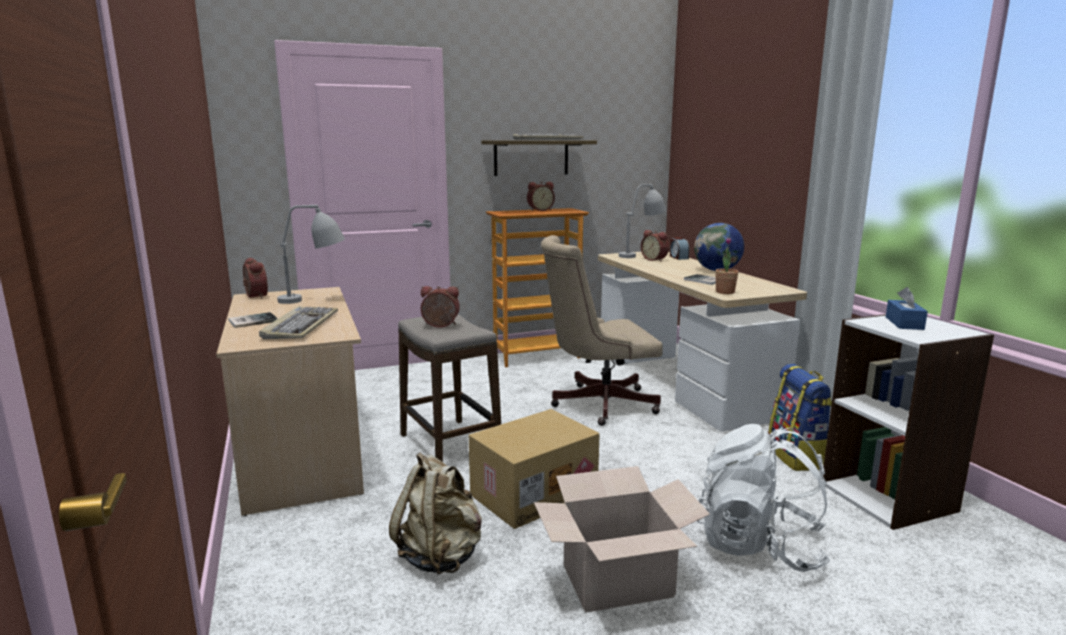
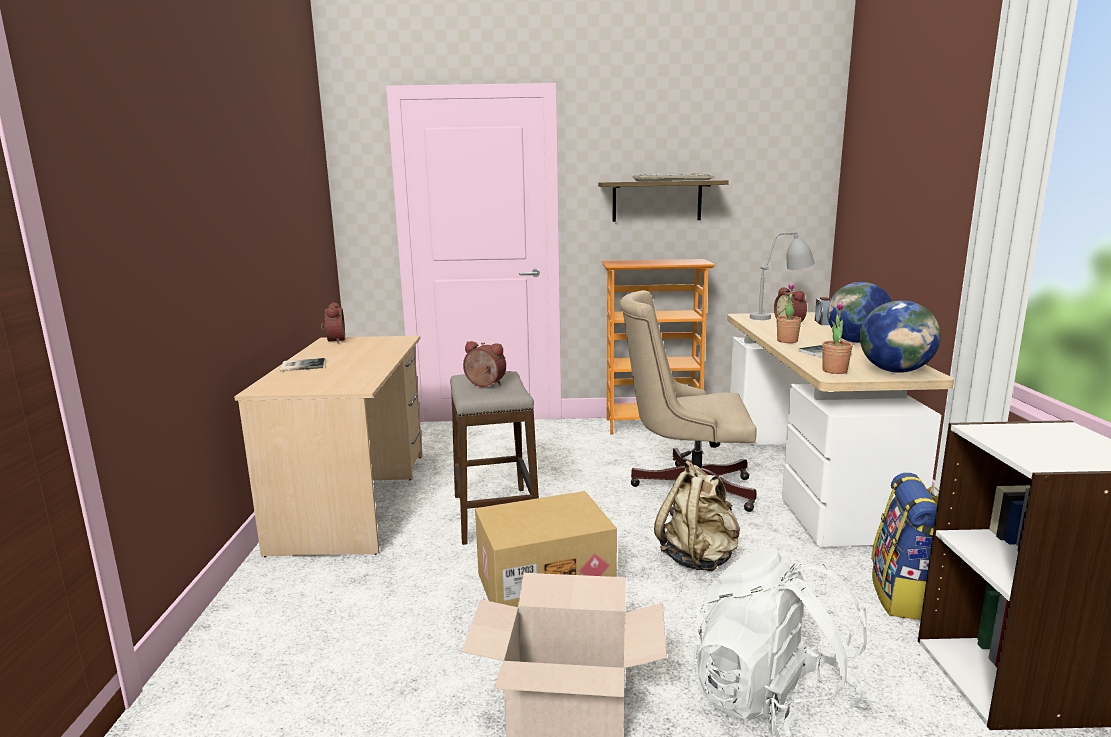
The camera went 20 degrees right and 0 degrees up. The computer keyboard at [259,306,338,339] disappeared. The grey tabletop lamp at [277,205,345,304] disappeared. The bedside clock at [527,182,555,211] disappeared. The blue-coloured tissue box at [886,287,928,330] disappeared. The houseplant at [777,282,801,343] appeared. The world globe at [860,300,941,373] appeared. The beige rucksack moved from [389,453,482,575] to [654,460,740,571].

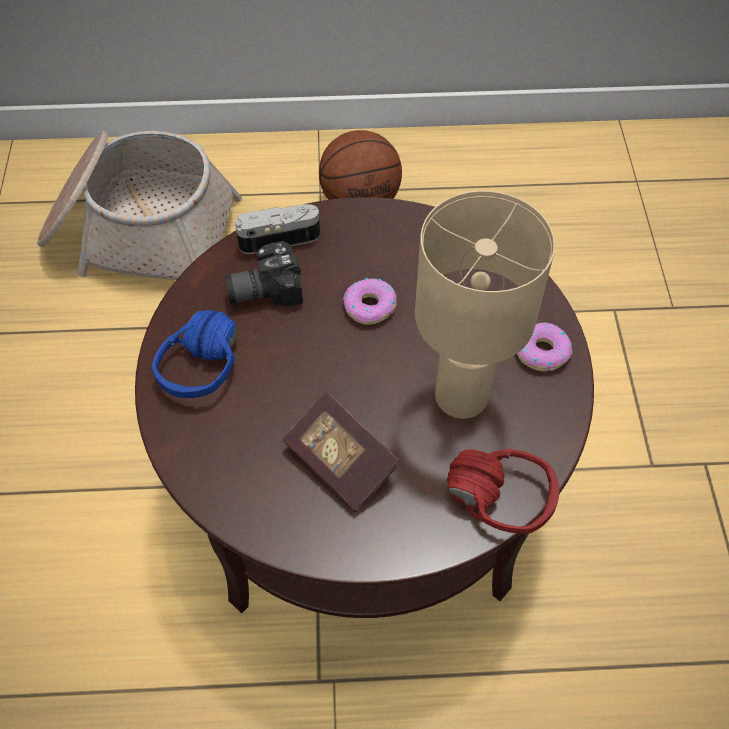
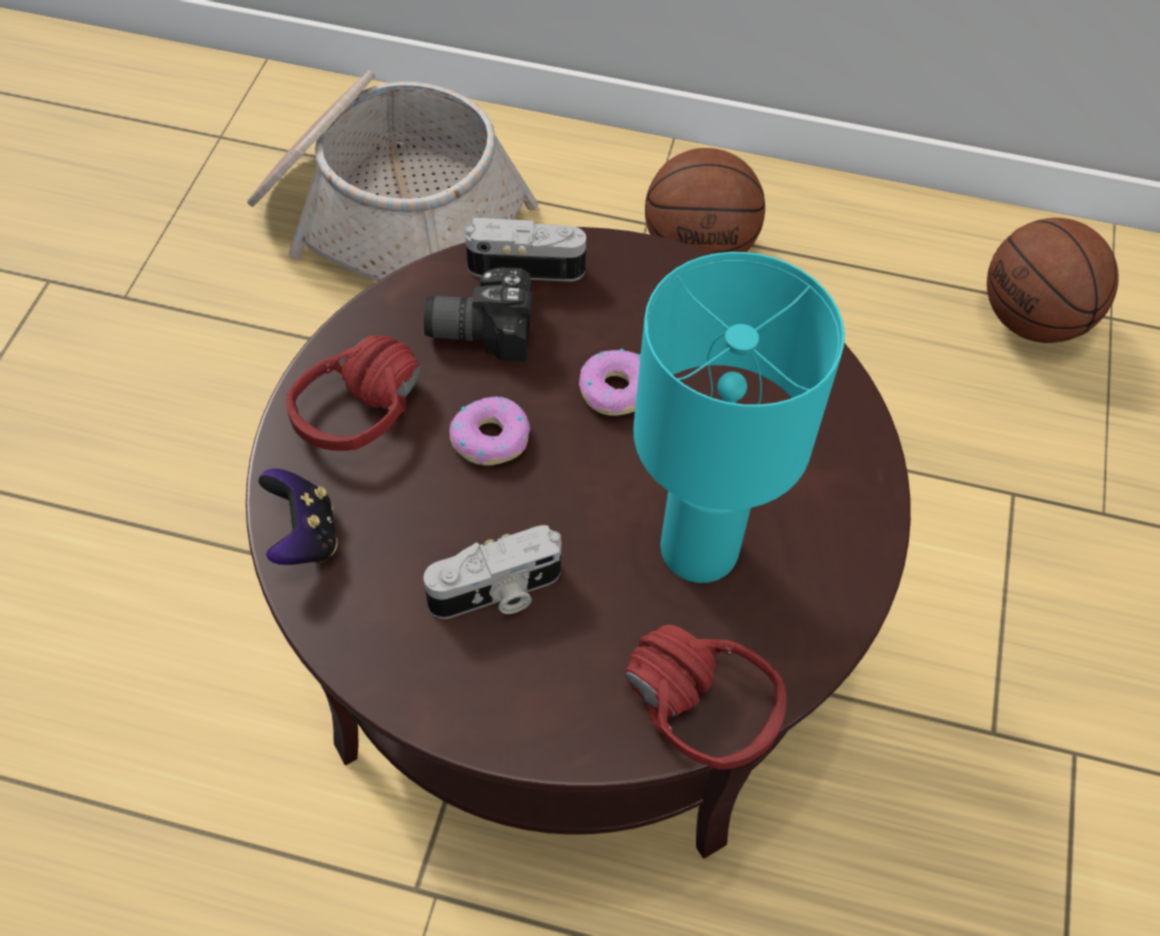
The camera went 15 degrees right and 0 degrees up. The gamepad at [258,469,338,565] appeared. The basketball ball at [987,218,1119,343] appeared. The doughnut moved from [517,322,573,372] to [449,396,530,466]. The volume at [283,392,401,512] was replaced by the photo camera at [424,525,561,619]. The blue-coloured headphones at [152,310,237,398] became the reddish headphones at [286,335,420,451]. The beige tabletop lamp at [415,191,555,419] became the turquoise-coloured tabletop lamp at [633,252,845,583].

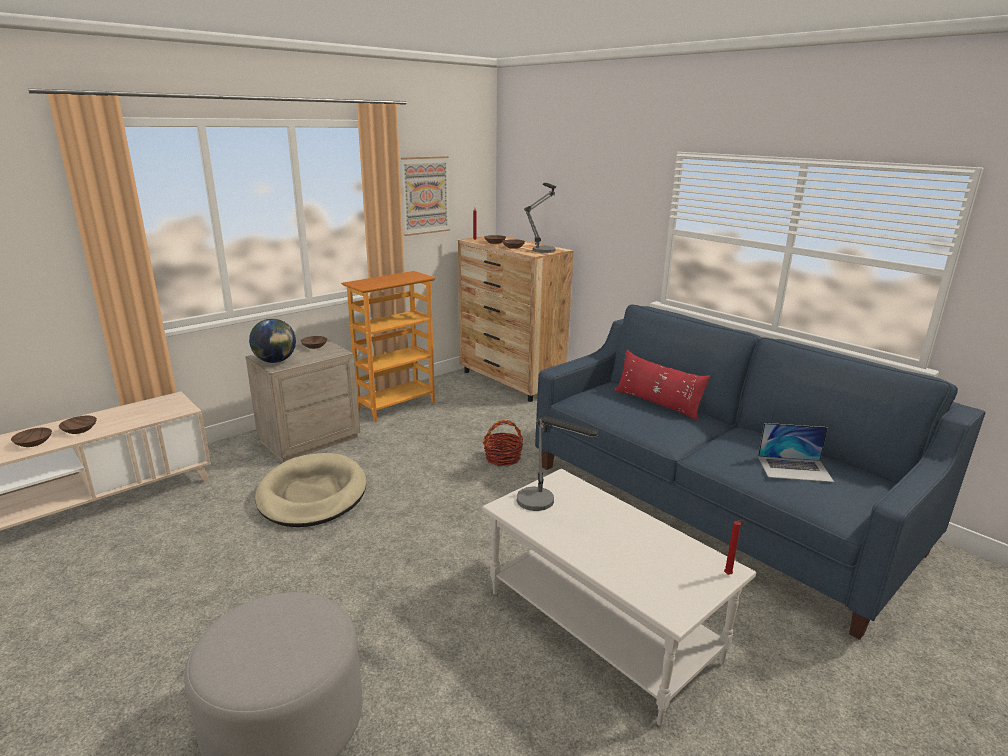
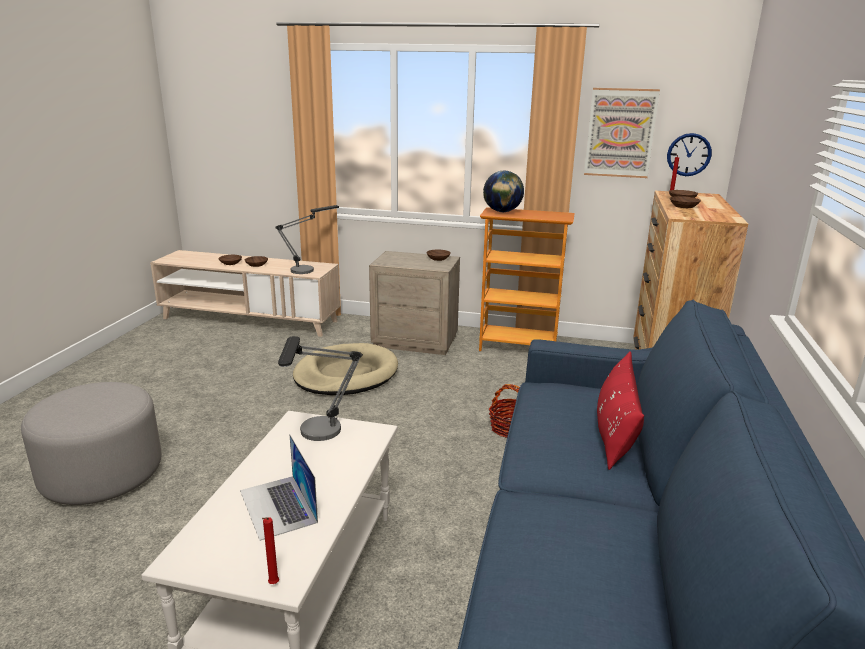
The camera went 55 degrees right and 0 degrees up. The wall clock at [667,133,712,176] appeared. The world globe moved from [249,319,296,363] to [483,171,524,212]. The tabletop lamp moved from [524,183,556,253] to [275,205,339,274]. The notebook computer moved from [758,423,834,482] to [240,434,318,541].

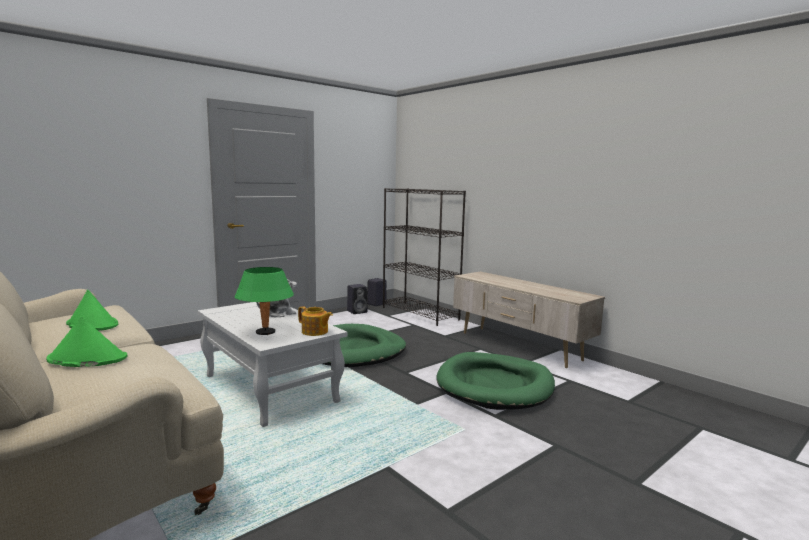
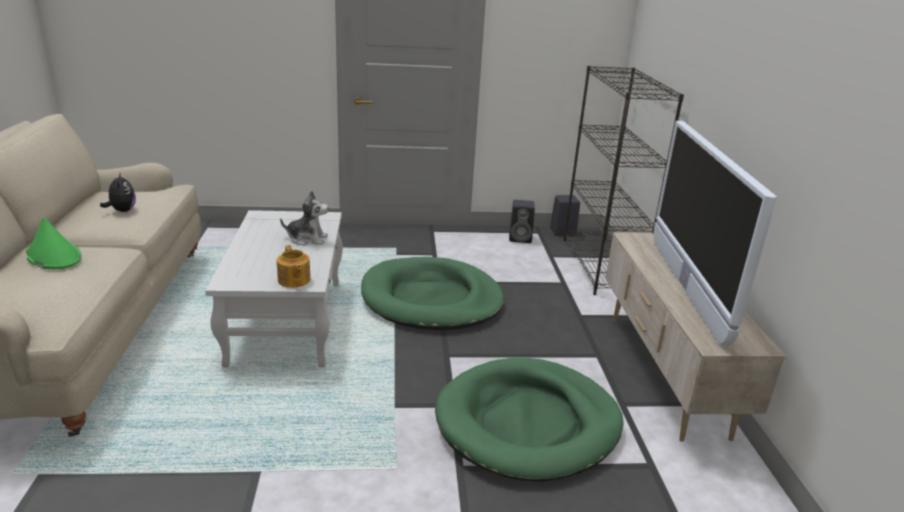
The camera went 35 degrees right and 15 degrees up. The greenish tabletop lamp at [235,267,294,335] disappeared. The TV set at [654,121,777,346] appeared. The greenish clothing hat at [66,290,119,331] was replaced by the plush toy at [100,172,136,212].

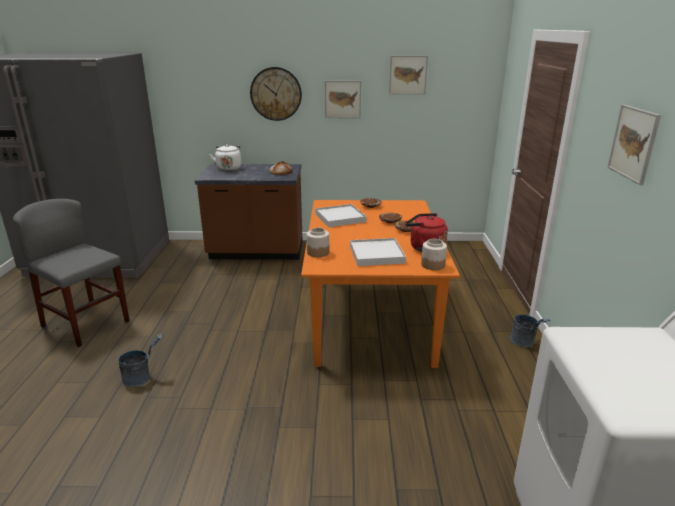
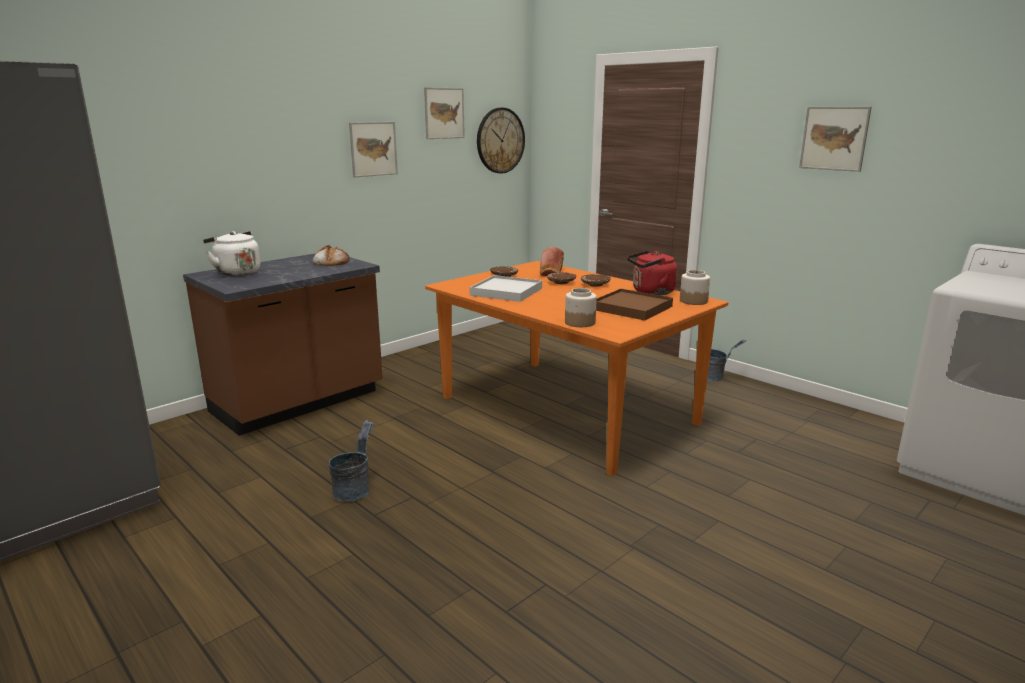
The camera went 45 degrees left and 5 degrees down. The grey plain chair at [13,199,130,347] disappeared. The bread at [540,247,564,276] appeared. The grey pail moved from [118,334,162,387] to [329,420,374,502]. The wall clock moved from [250,67,302,121] to [477,108,525,173]. The white-coloured tray at [350,238,406,266] became the brown tray at [596,289,673,320].

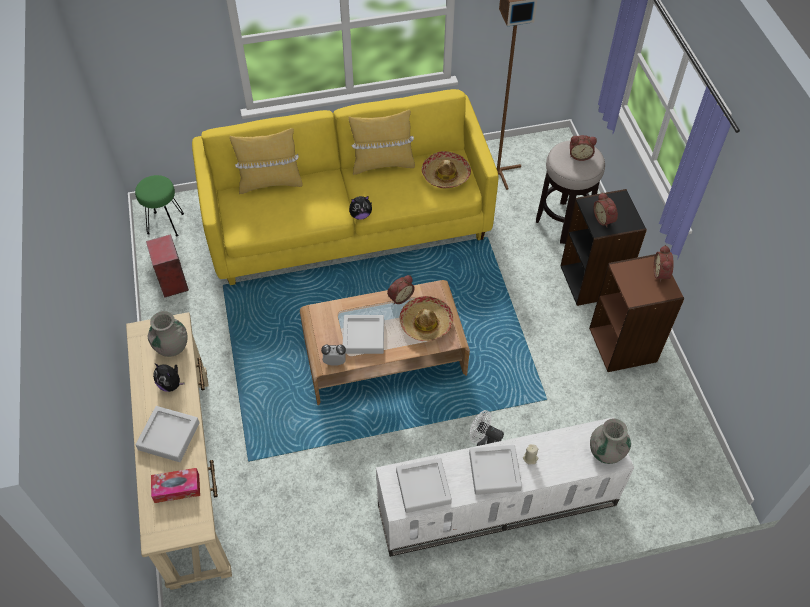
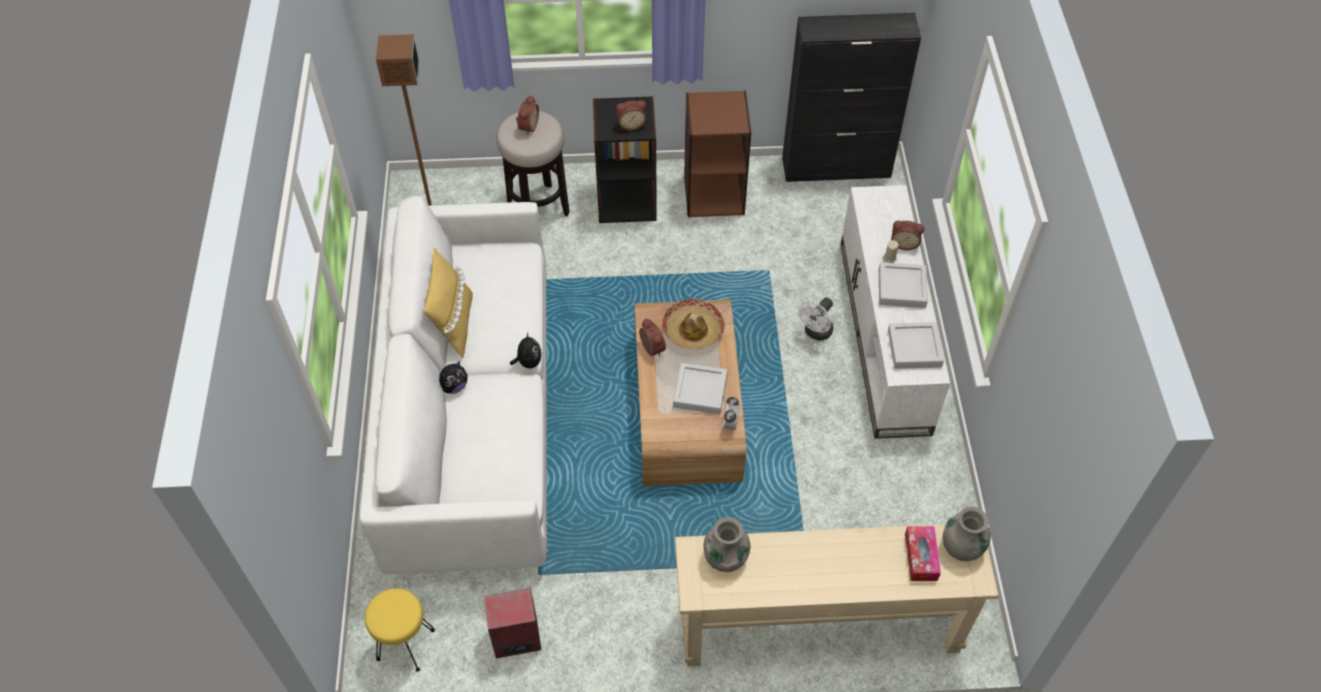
The camera went 80 degrees left and 0 degrees up. The grey tray at [135,406,200,462] disappeared. The yellow throw pillow at [230,128,303,194] disappeared. The clothing hat at [422,151,471,188] disappeared. The black cabinet at [782,13,921,182] appeared. The plush toy moved from [153,363,185,392] to [439,361,468,394]. The grey decorative vase moved from [590,419,631,464] to [943,506,991,561]. The bedside clock moved from [654,245,674,282] to [891,221,924,250]. The greenish sitting stool at [135,175,184,236] became the yellow sitting stool at [365,588,435,672]. The yellow settee at [192,89,499,285] became the white-coloured settee at [360,196,547,574].

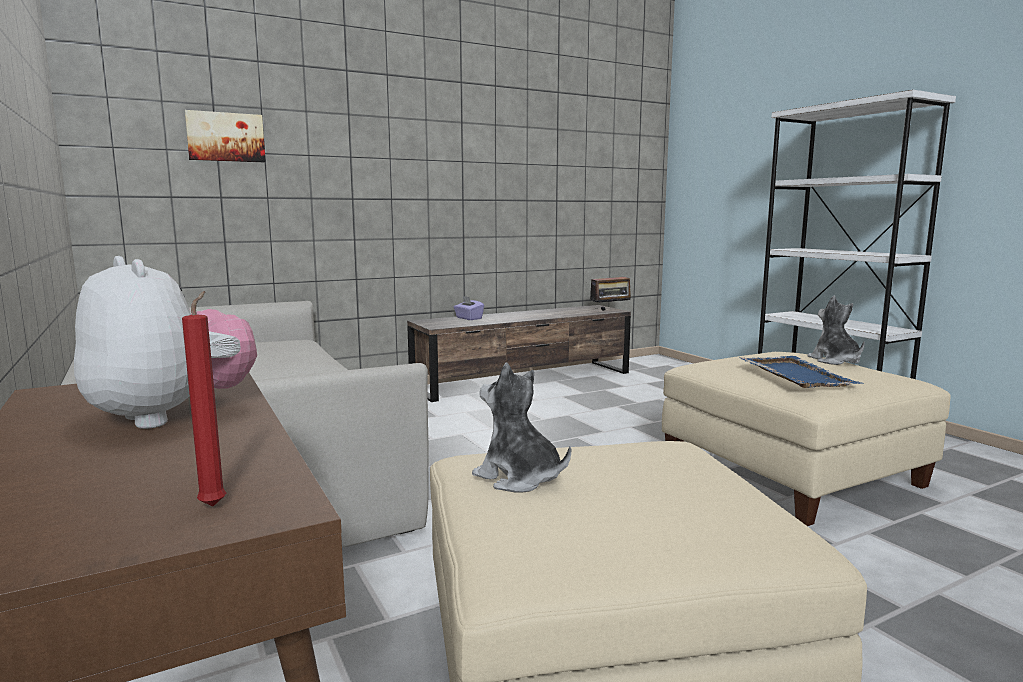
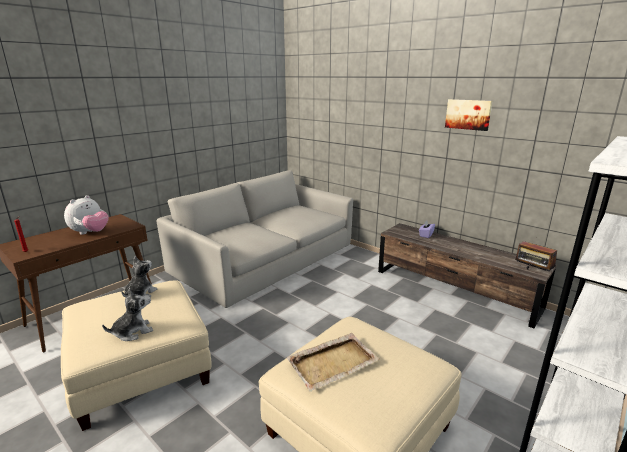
The camera went 70 degrees right and 10 degrees up. The picture moved from [185,110,266,162] to [445,99,493,131]. The plush toy moved from [807,295,865,365] to [102,288,153,341]. The blue-coloured tray at [739,356,864,388] became the beige tray at [286,333,380,392].

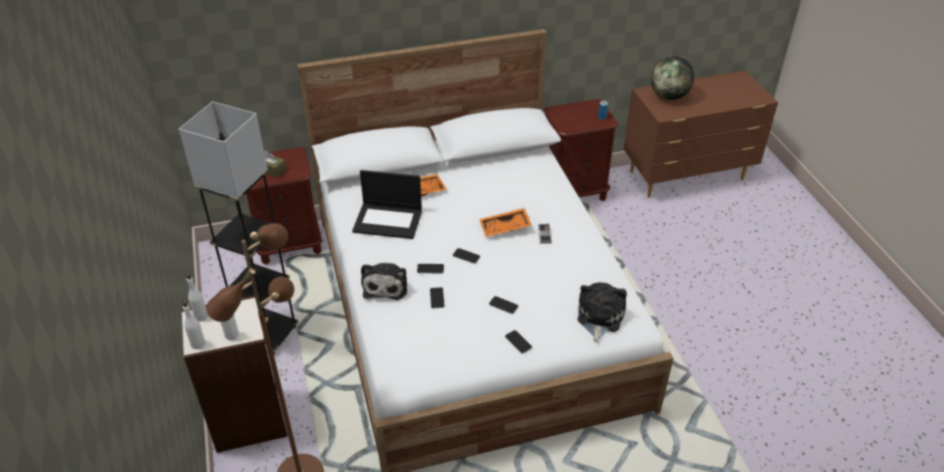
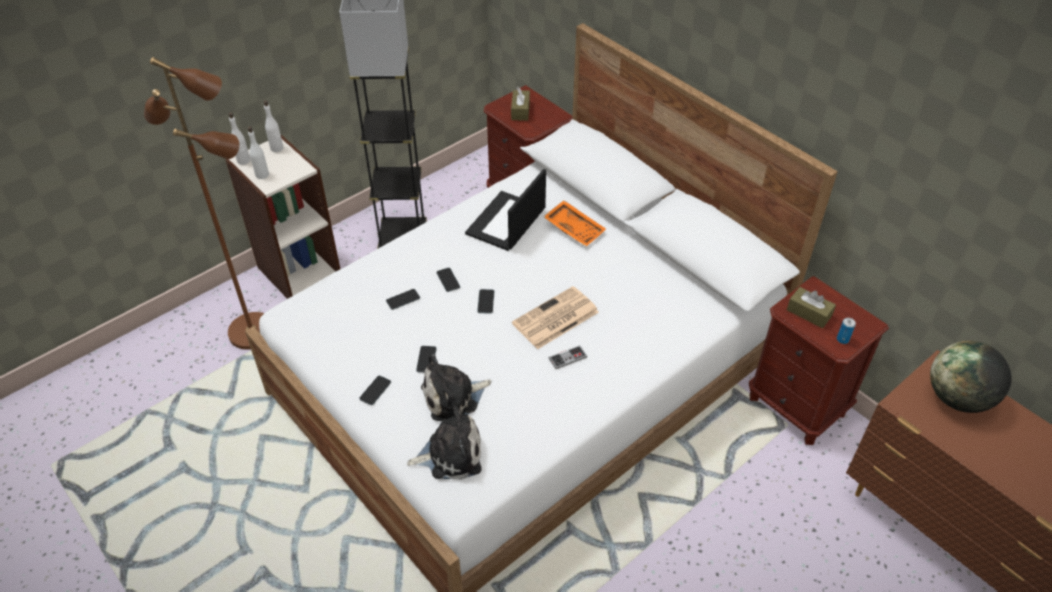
The camera went 65 degrees right and 5 degrees up. The brown tissue box at [787,287,836,328] appeared. The plush toy moved from [361,262,407,300] to [421,354,491,422]. The orangey tray at [479,208,532,237] was replaced by the daily paper at [512,286,599,349]. The notebook computer at [352,170,422,239] turned 45 degrees clockwise.

